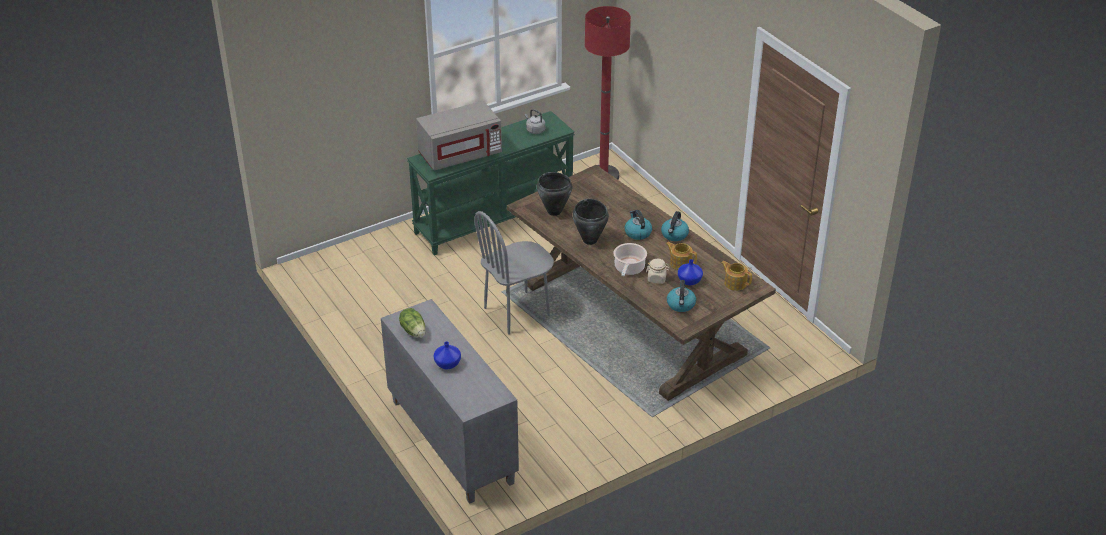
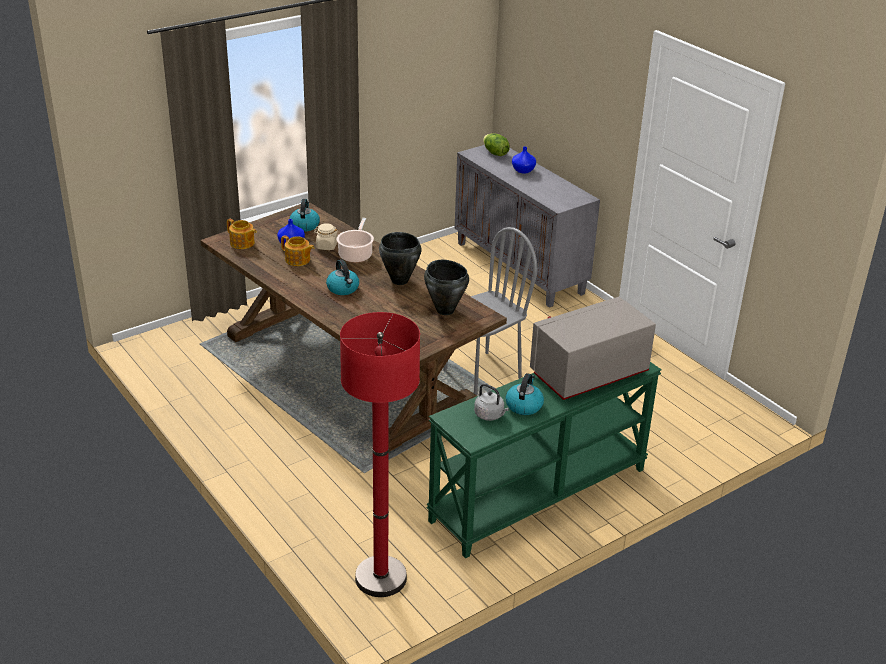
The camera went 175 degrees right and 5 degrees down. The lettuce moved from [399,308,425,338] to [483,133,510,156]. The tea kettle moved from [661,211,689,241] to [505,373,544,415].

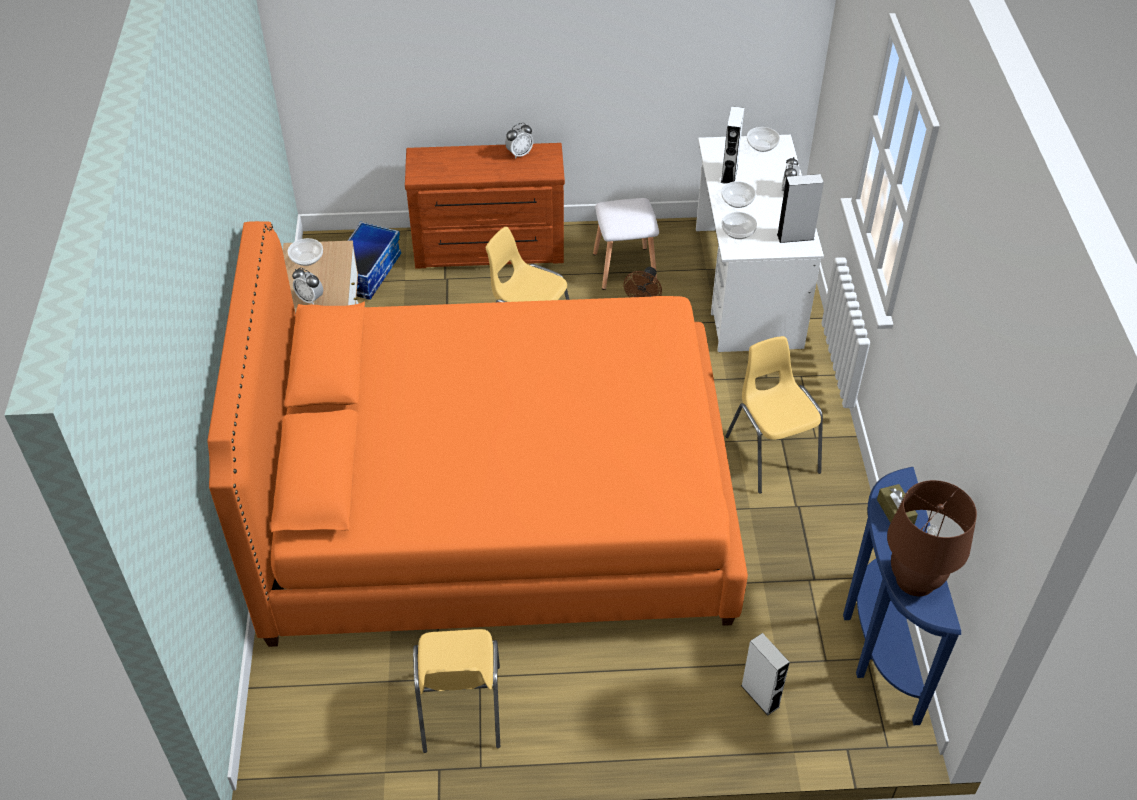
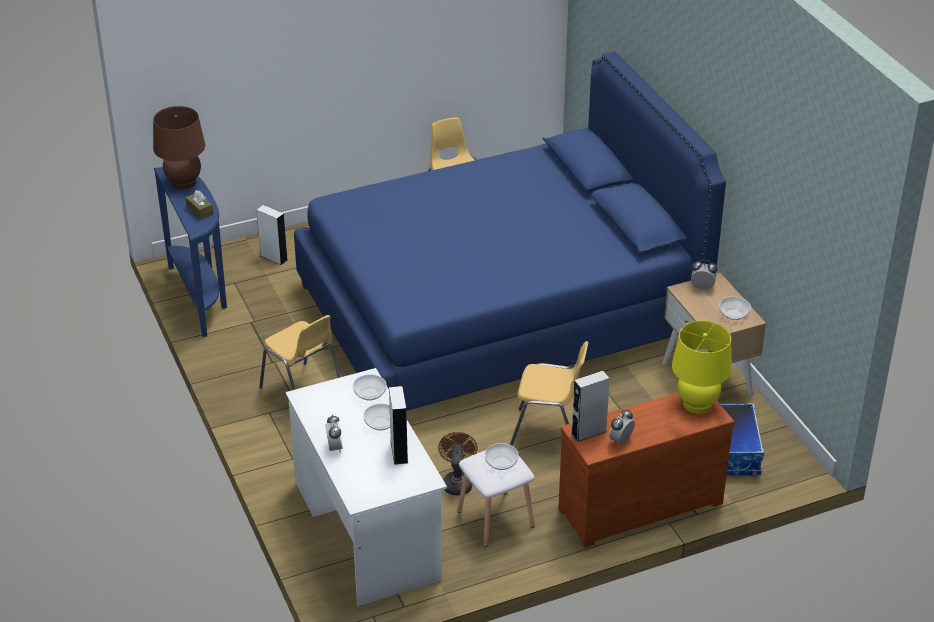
The camera went 160 degrees right and 10 degrees down. The yellow tabletop lamp at [672,321,732,414] appeared. The serving bowl moved from [747,127,780,152] to [485,443,519,470]. The grey loudspeaker moved from [777,174,824,243] to [571,371,610,442]. The orangey bedroom bed at [207,221,748,647] became the blue-coloured bedroom bed at [294,52,726,411].

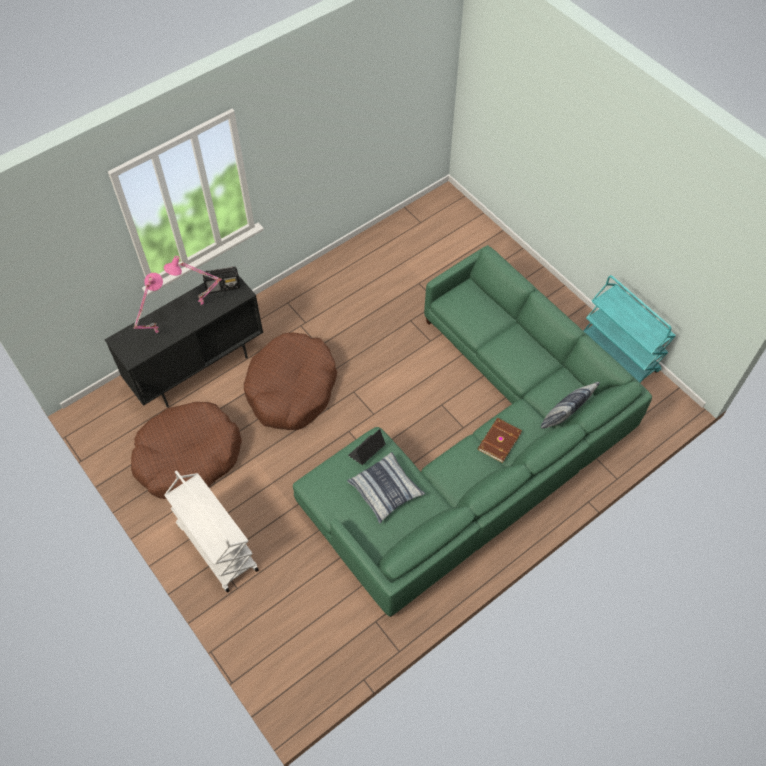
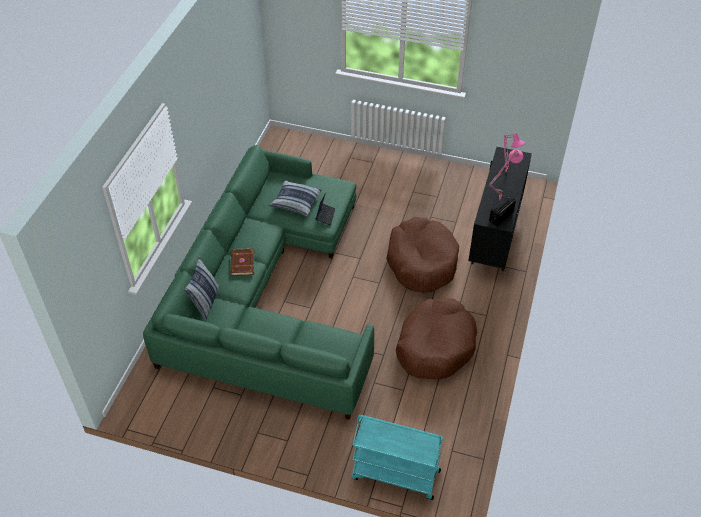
The camera went 145 degrees right and 10 degrees down. The white-coloured wheeled cart at [164,470,259,593] disappeared. The brown dog bed moved from [131,402,242,499] to [396,297,477,379]. The turquoise-coloured wheeled cart moved from [583,275,676,383] to [351,415,443,500].

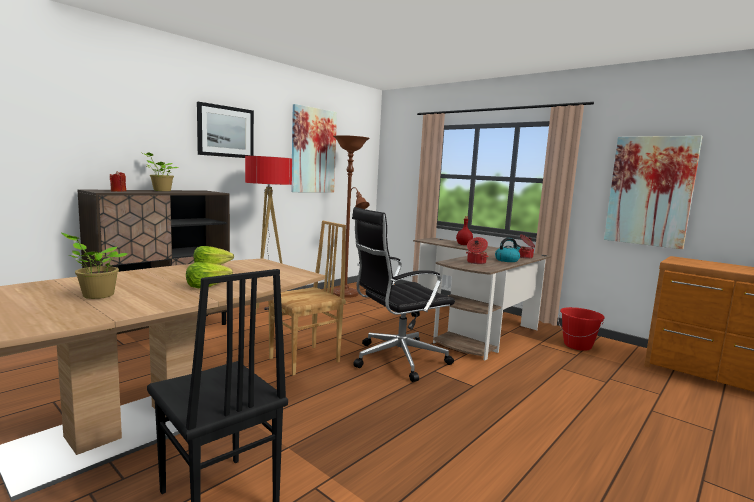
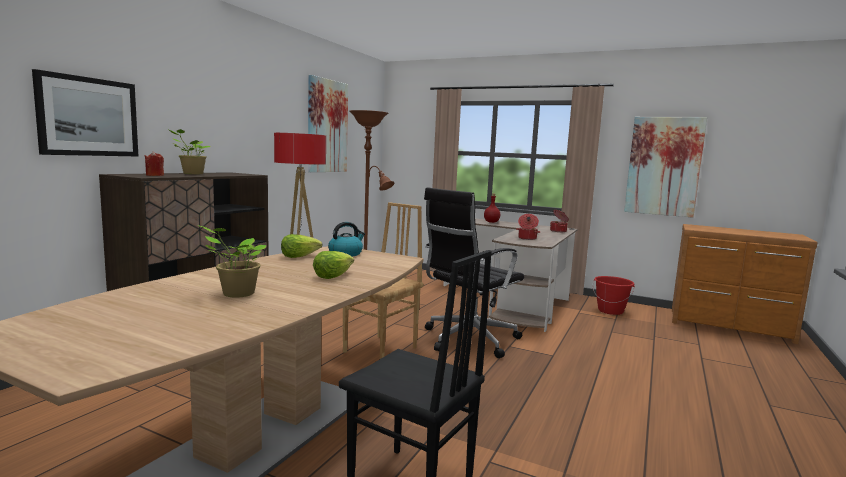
The camera went 15 degrees left and 0 degrees up. The picture moved from [197,102,254,158] to [32,69,138,156]. The tea kettle moved from [495,238,521,262] to [328,222,365,257].

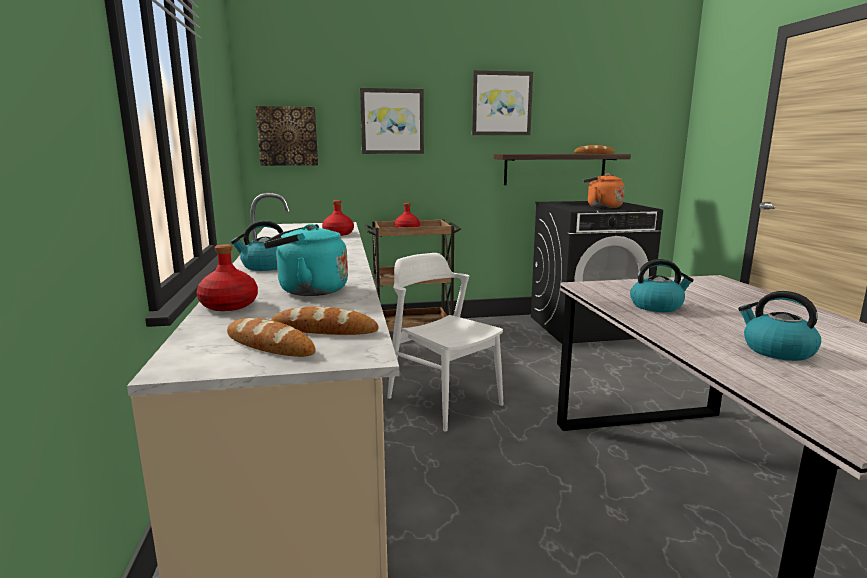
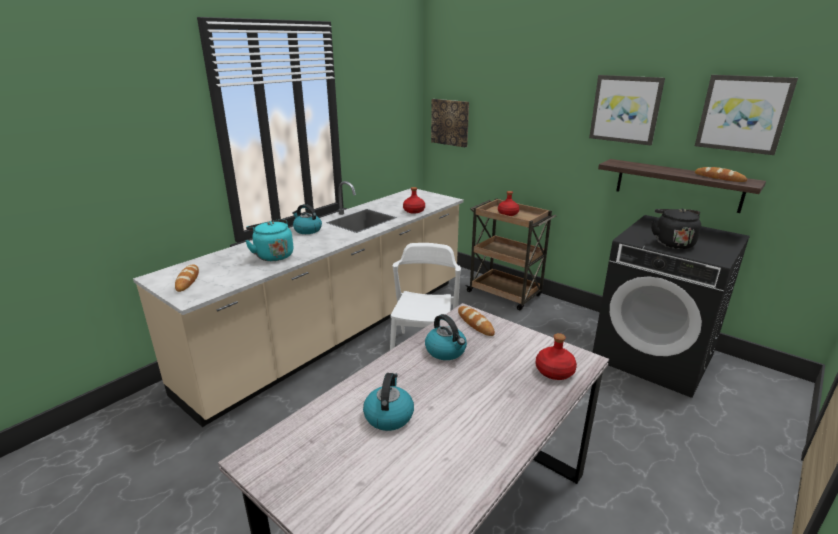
The camera went 50 degrees right and 10 degrees up. The reddish beverage bottle moved from [197,244,258,311] to [536,333,577,380]. The bread moved from [272,306,379,335] to [458,306,495,336]. The picture moved from [360,88,424,154] to [695,75,798,155]. The orangey tea kettle at [583,173,625,208] became the black tea kettle at [651,209,701,249].

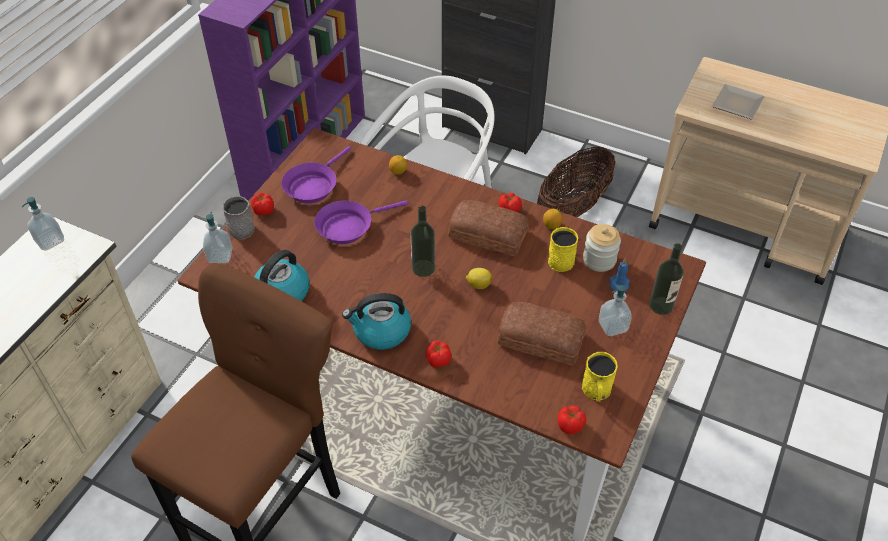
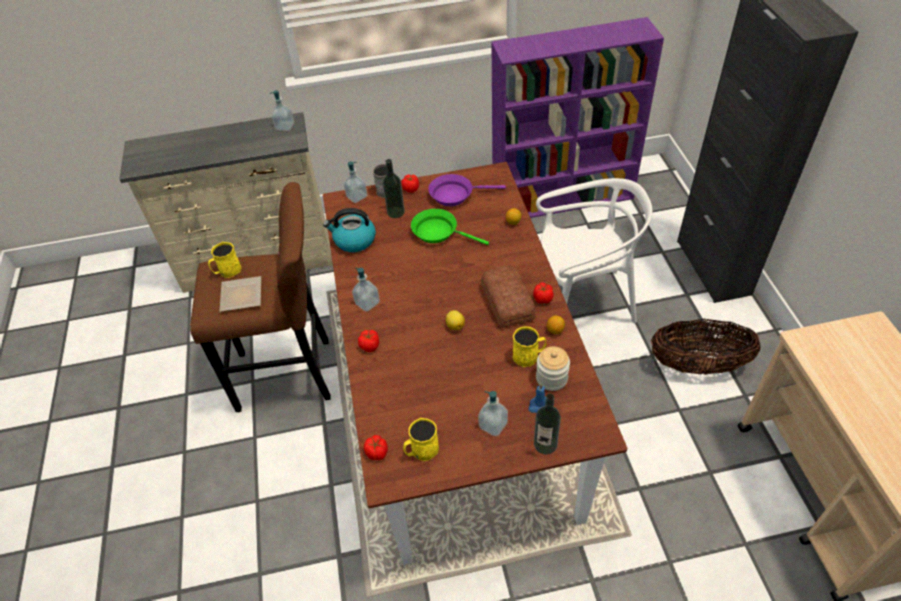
The camera went 55 degrees right and 0 degrees up. The bread at [497,302,586,365] disappeared. The yellow tea mug at [208,242,241,278] appeared. The beverage bottle moved from [411,206,435,277] to [383,159,405,218]. The flat dish moved from [712,84,765,120] to [220,276,261,312]. The tea kettle at [342,293,411,350] was replaced by the soap bottle at [352,268,380,311]. The purple skillet at [314,200,408,244] became the greenish skillet at [411,209,489,245].

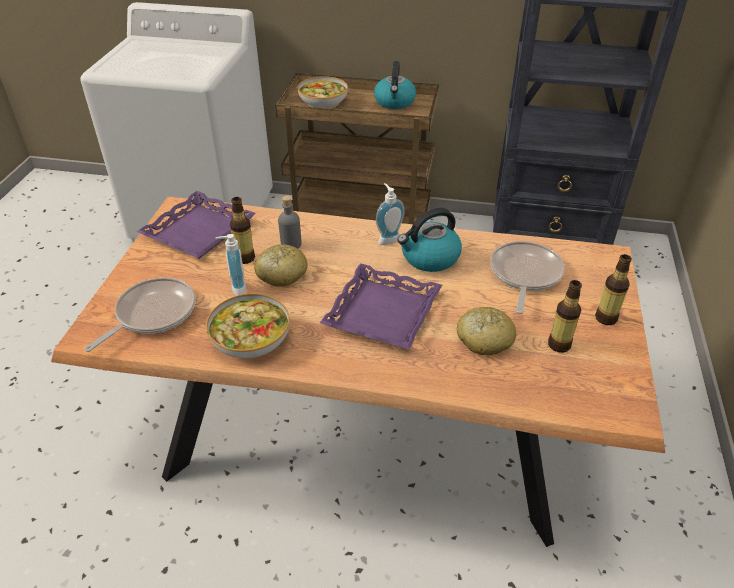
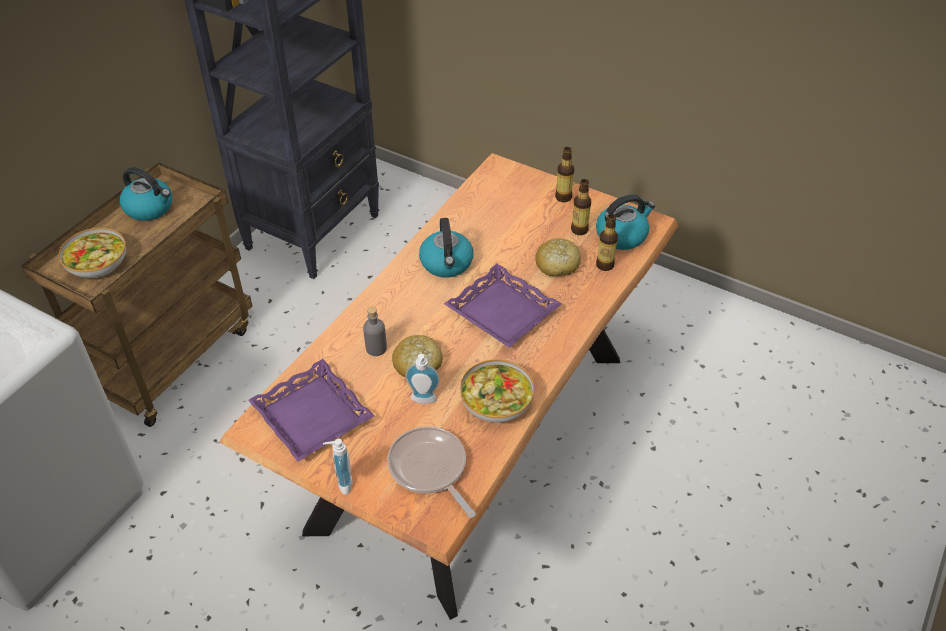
The camera went 70 degrees left and 5 degrees up. The skillet at [490,241,565,314] disappeared. The tea kettle at [596,194,655,250] appeared. The beverage bottle moved from [230,197,255,264] to [596,214,618,271]. The soap bottle moved from [376,183,405,245] to [323,439,353,495].

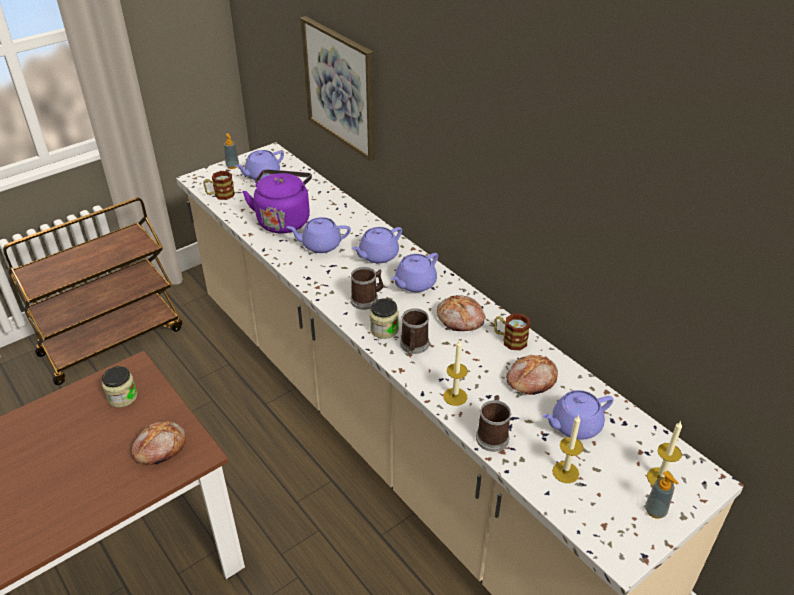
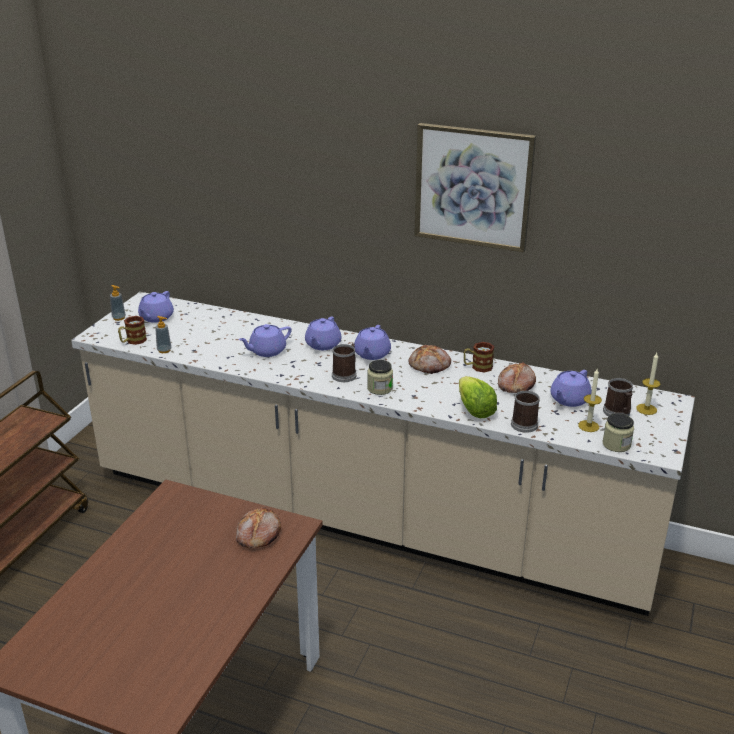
The camera went 30 degrees left and 10 degrees down. The purple tea kettle at [242,170,312,234] disappeared. The preserve jar moved from [102,366,137,407] to [603,413,634,452]. The picture moved from [300,16,375,161] to [414,123,536,253]. The tea mug moved from [400,308,429,354] to [603,378,633,416]. The soap bottle moved from [645,471,678,519] to [155,316,171,353]. The wax candle at [443,340,468,406] was replaced by the lettuce at [459,376,497,418].

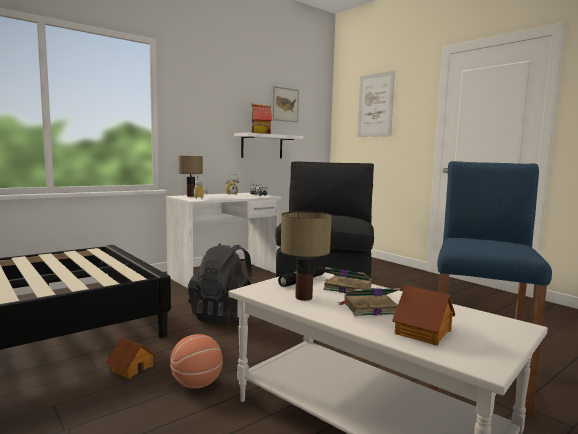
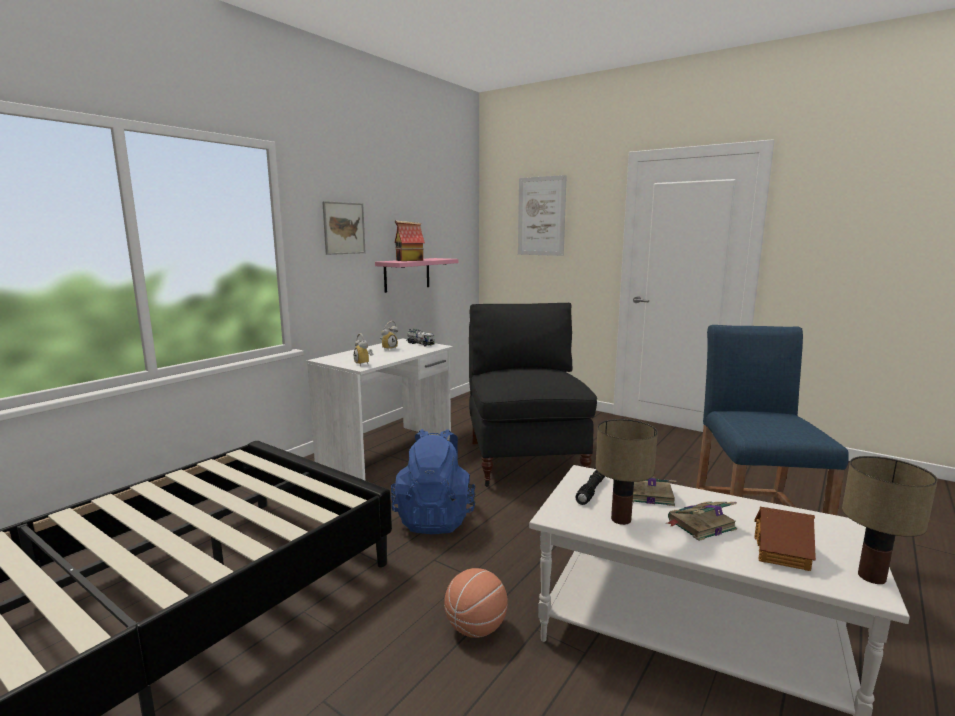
The camera went 15 degrees left and 5 degrees up. The toy house at [105,337,156,379] disappeared. The tabletop lamp moved from [179,156,203,197] to [842,456,938,584]. The picture moved from [272,86,299,122] to [322,201,366,255]. The black rucksack at [188,243,252,325] became the blue-coloured rucksack at [391,429,476,534]. The white-coloured wall shelf at [234,133,303,158] became the pink wall shelf at [375,258,459,293].

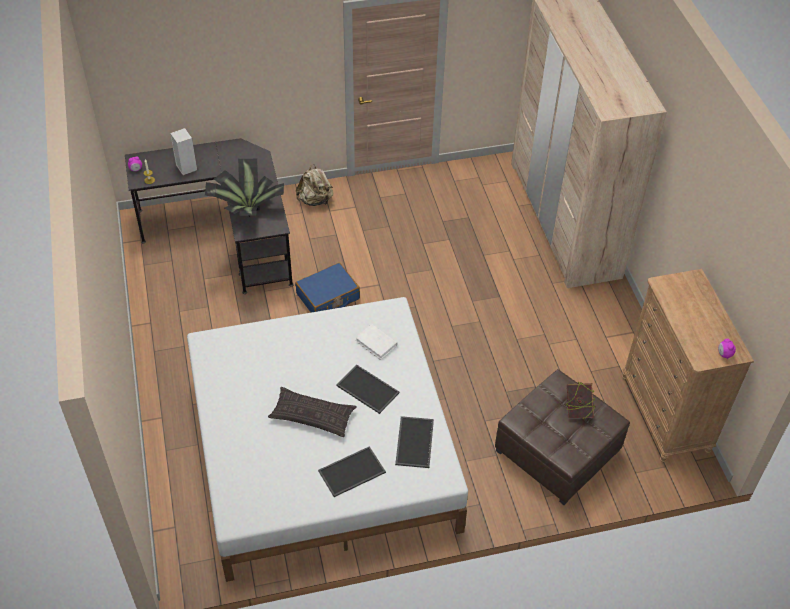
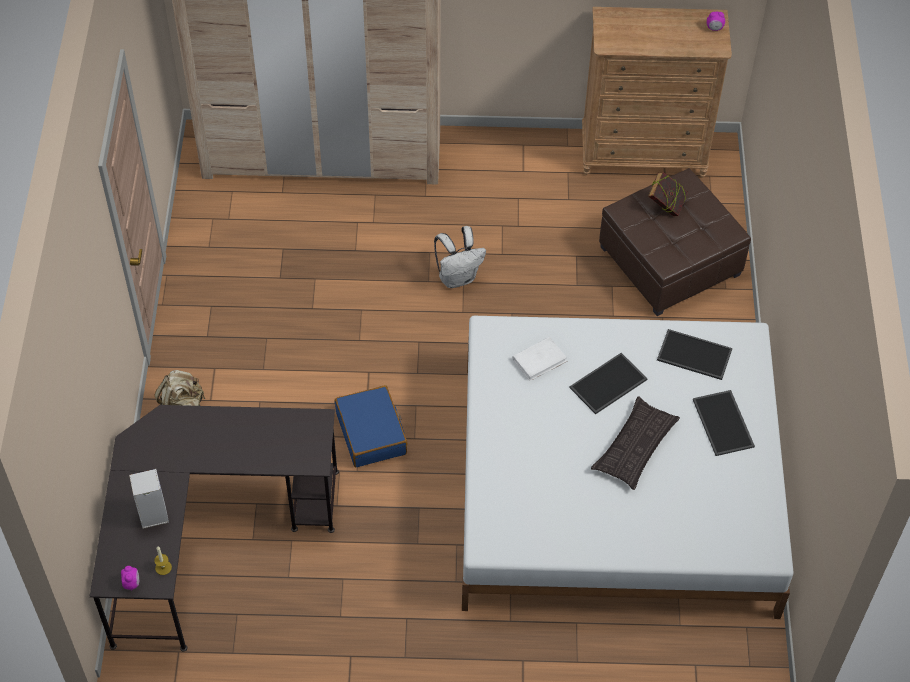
The camera went 75 degrees left and 5 degrees up. The houseplant at [205,159,284,217] disappeared. The white-coloured rucksack at [434,226,486,288] appeared.

